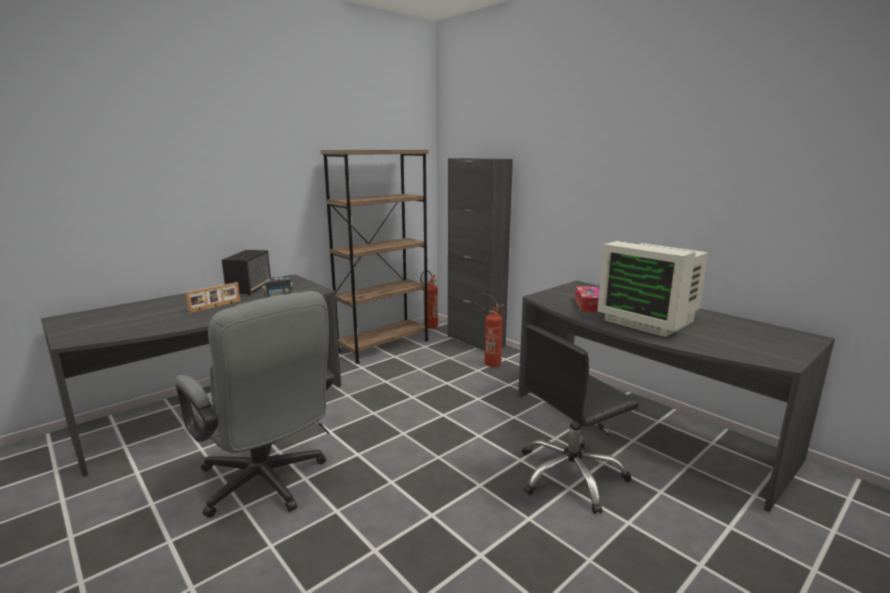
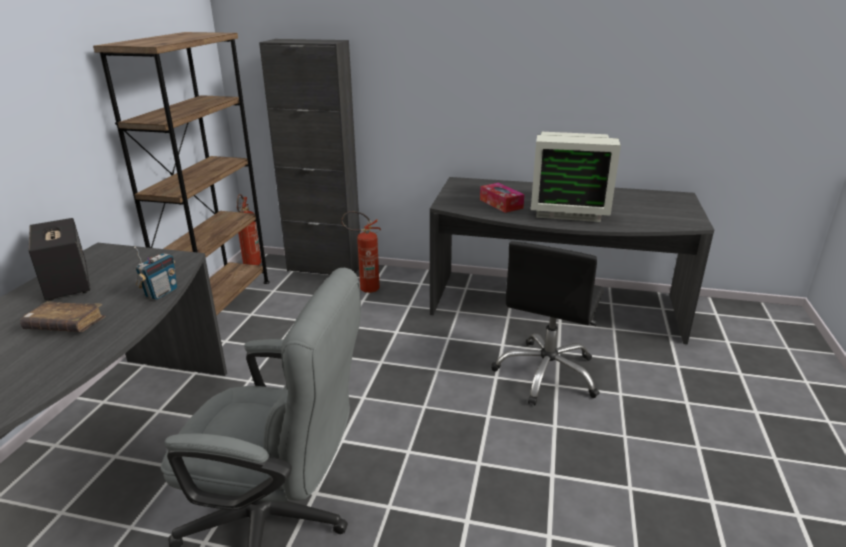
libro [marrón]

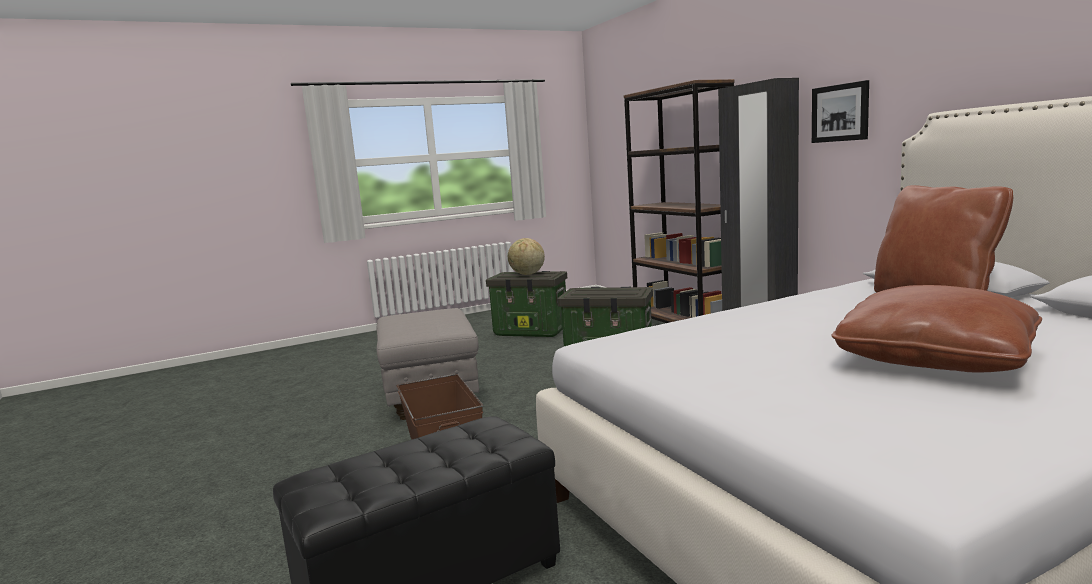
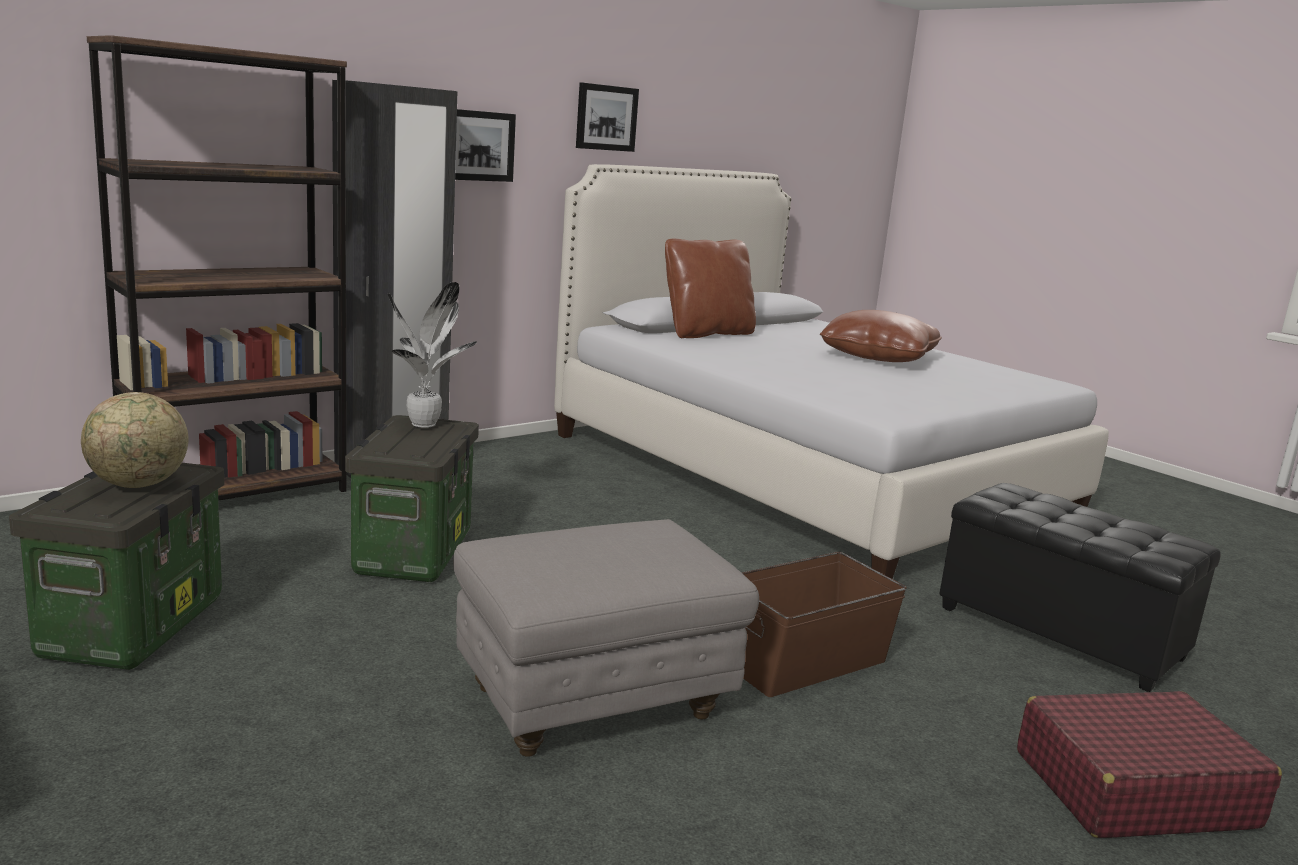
planta en maceta
cuadro (2nd from left)
maleta [rojo]

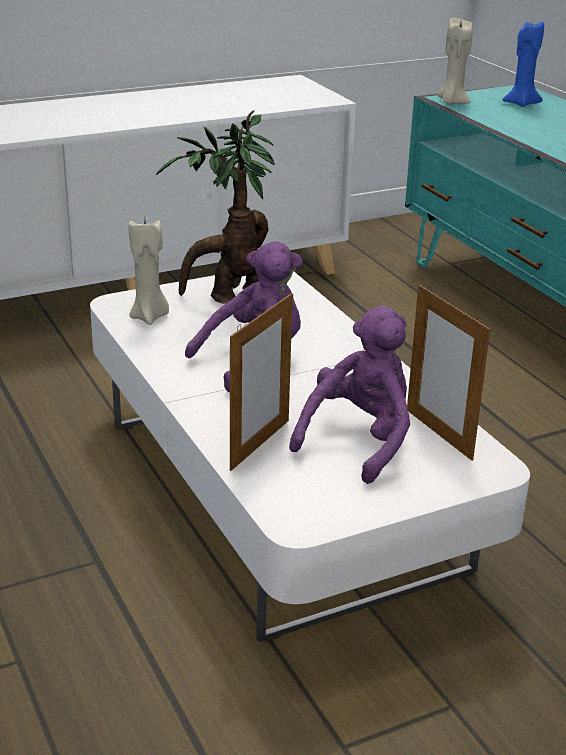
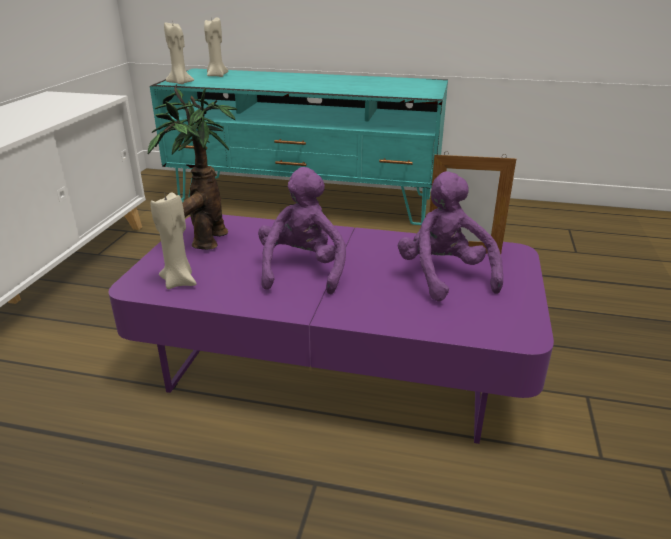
portarretratos (1st from left in the first image)
mesa de centro [morado]
vela [beis] (3rd from left)

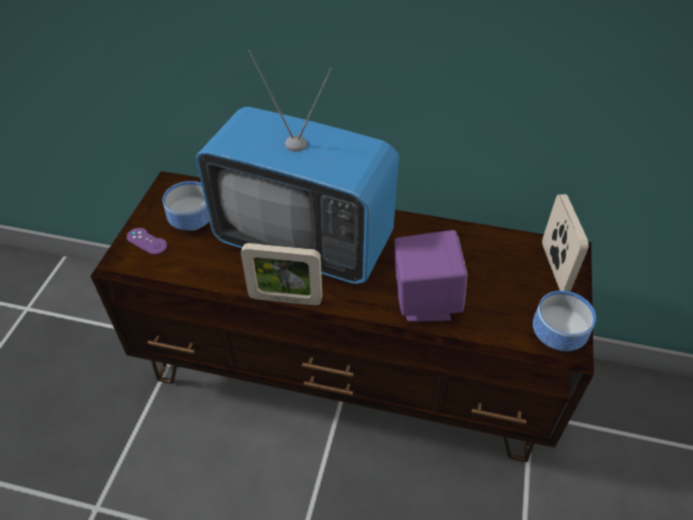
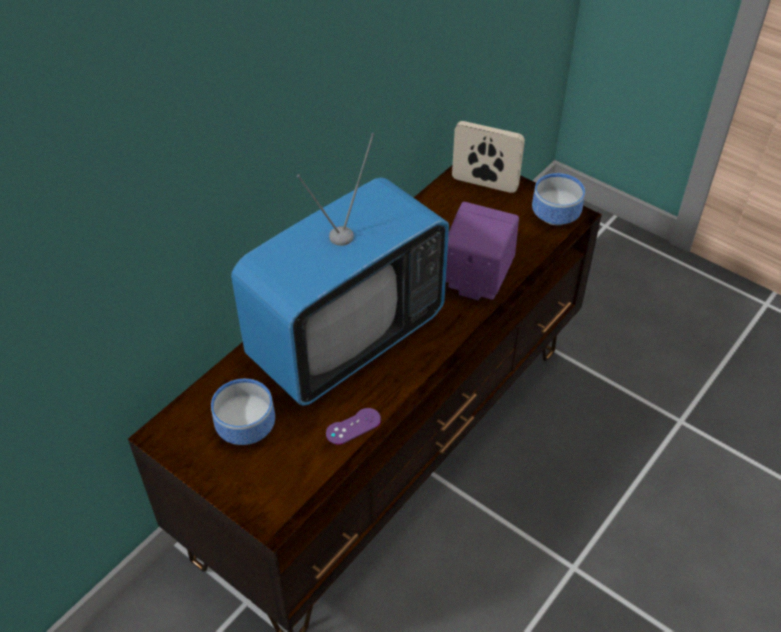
portarretratos (1st from left in the first image)
mando de consola [morado]

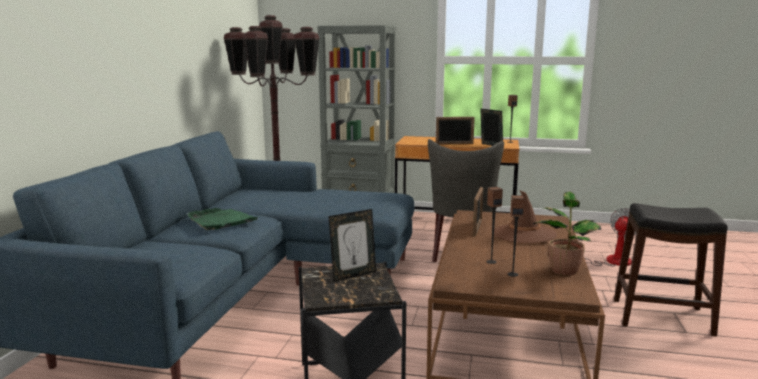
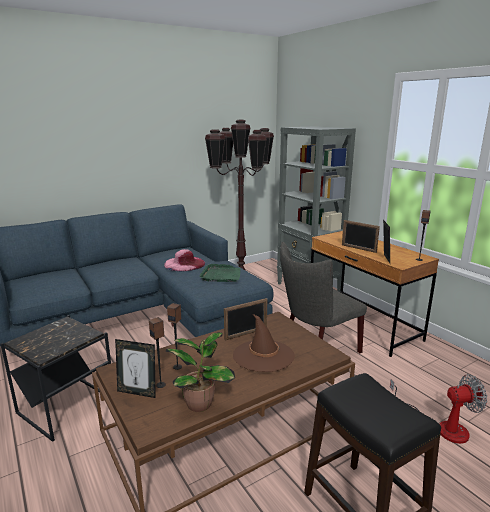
sombrero [rosa]
bandeja [verde]
portarretratos (1st from left)

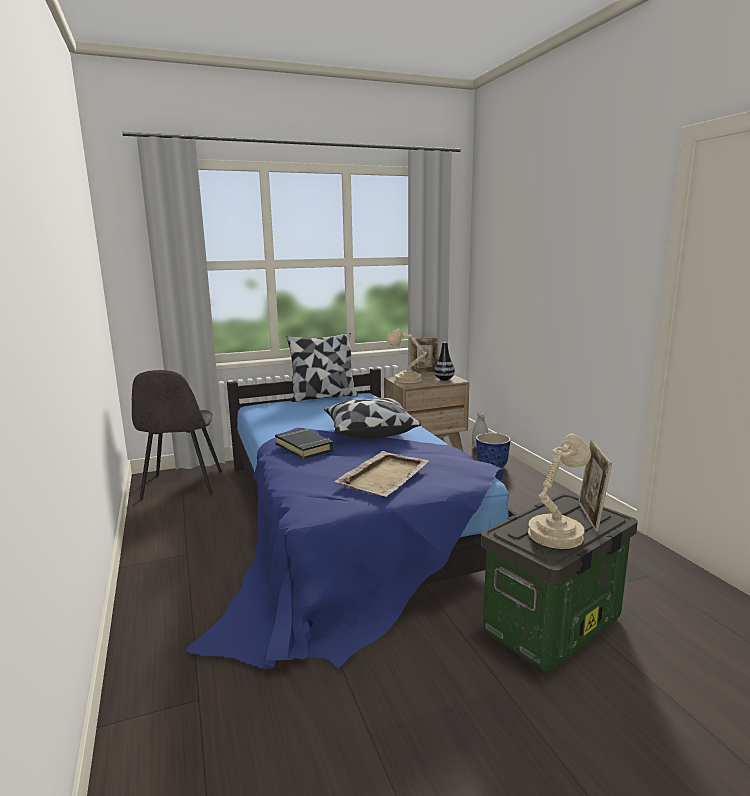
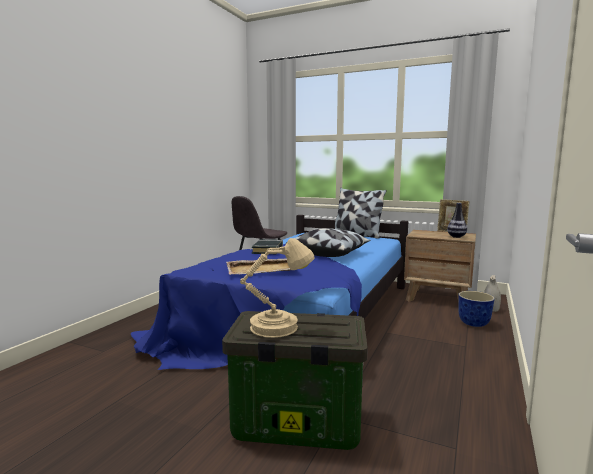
lámpara de mesa [beis] (1st from left in the first image)
portarretratos (2nd from left in the first image)

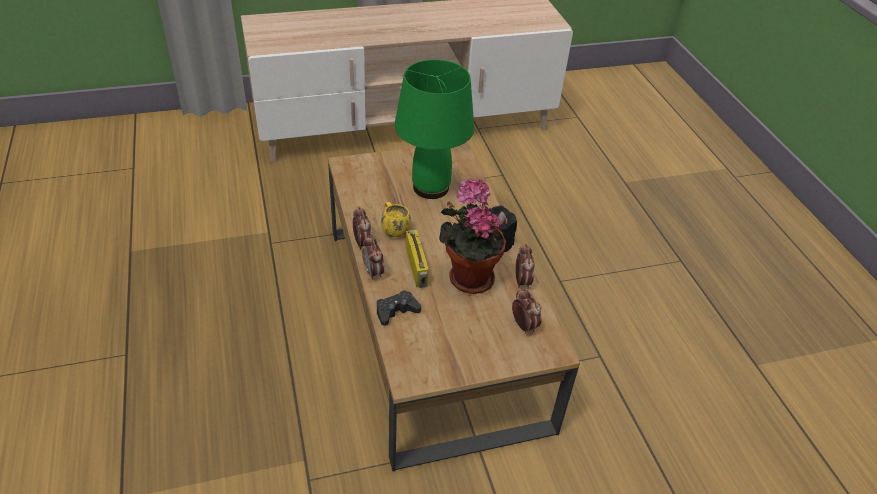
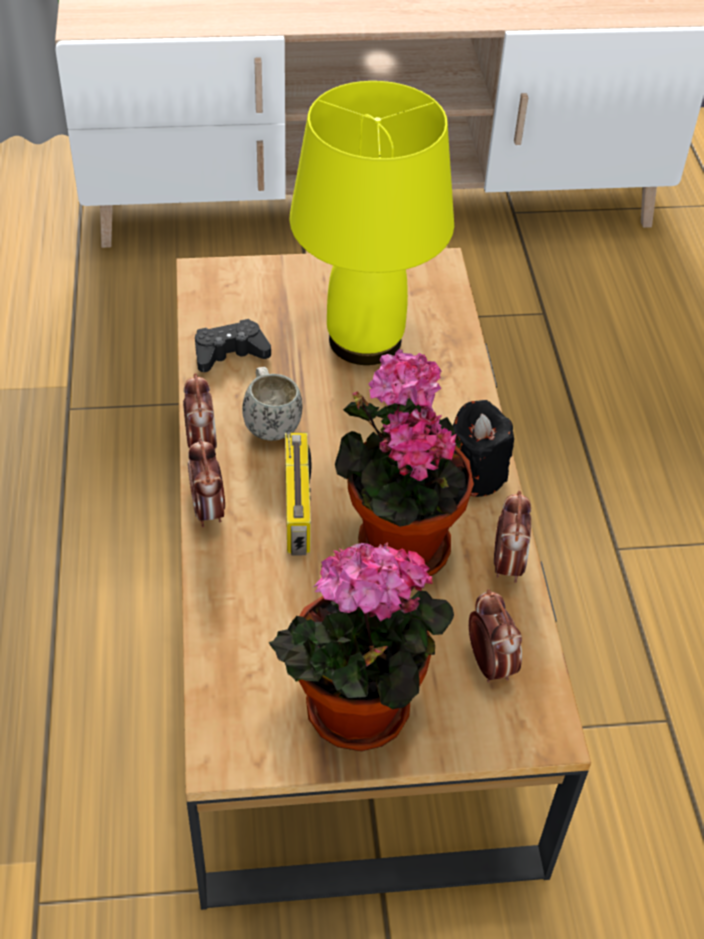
planta en maceta (1st from left)
mando de consola [negro]
taza grande [blanco]
lámpara de mesa [amarillo]

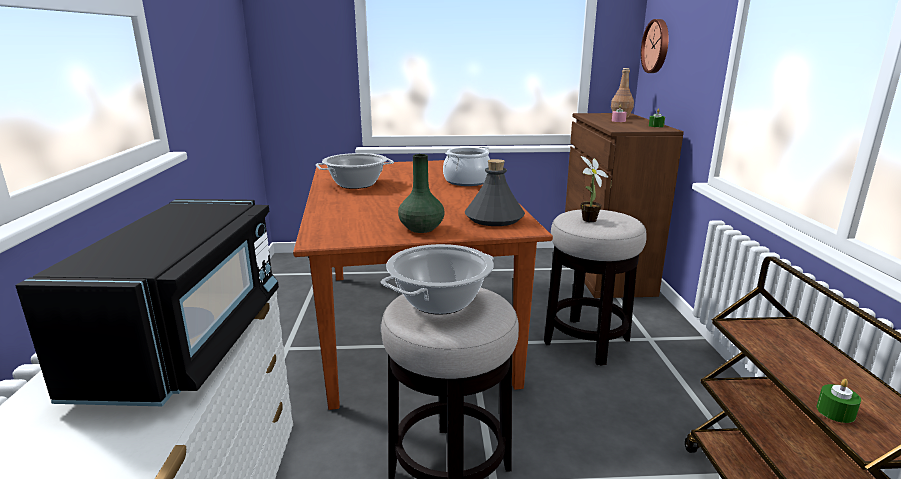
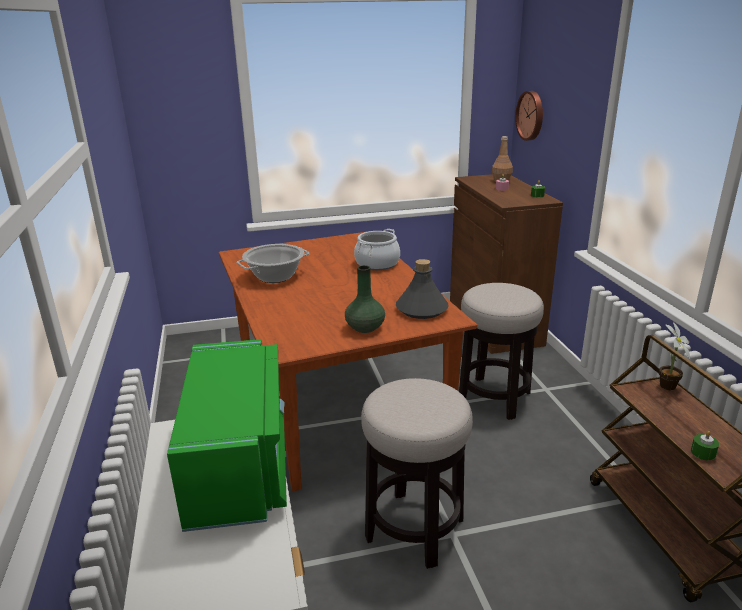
olla (2nd from left in the first image)
planta en maceta
microondas [verde]

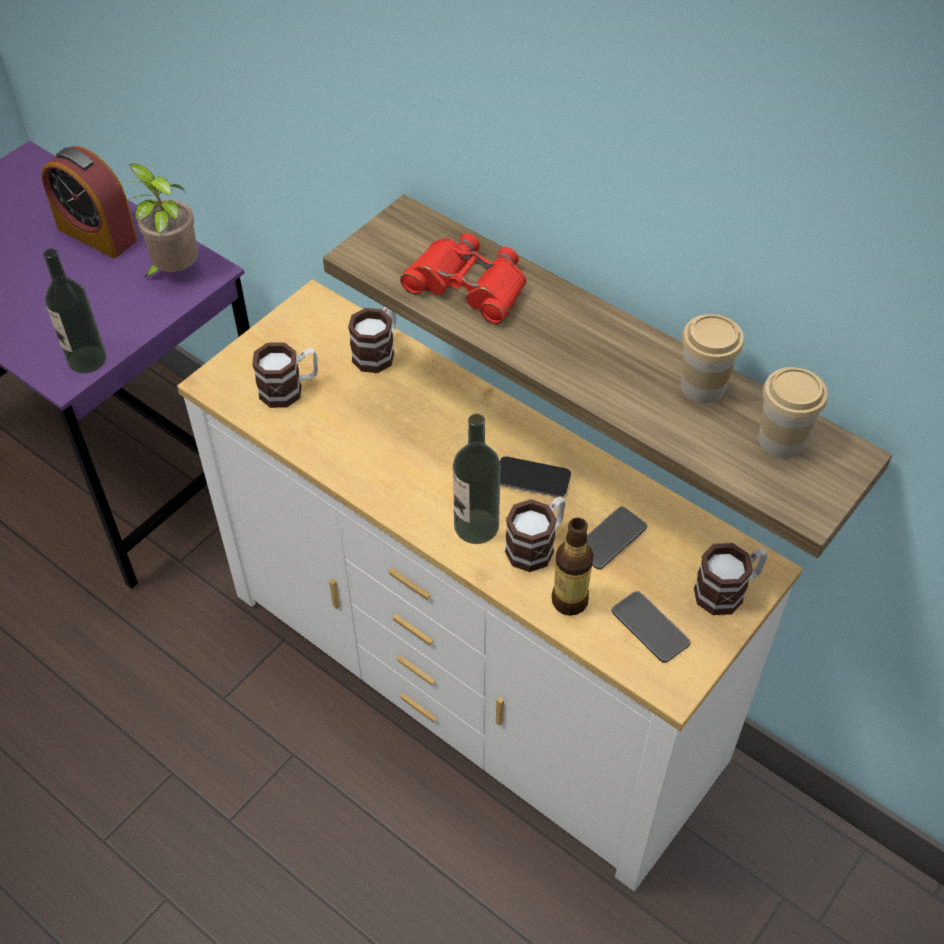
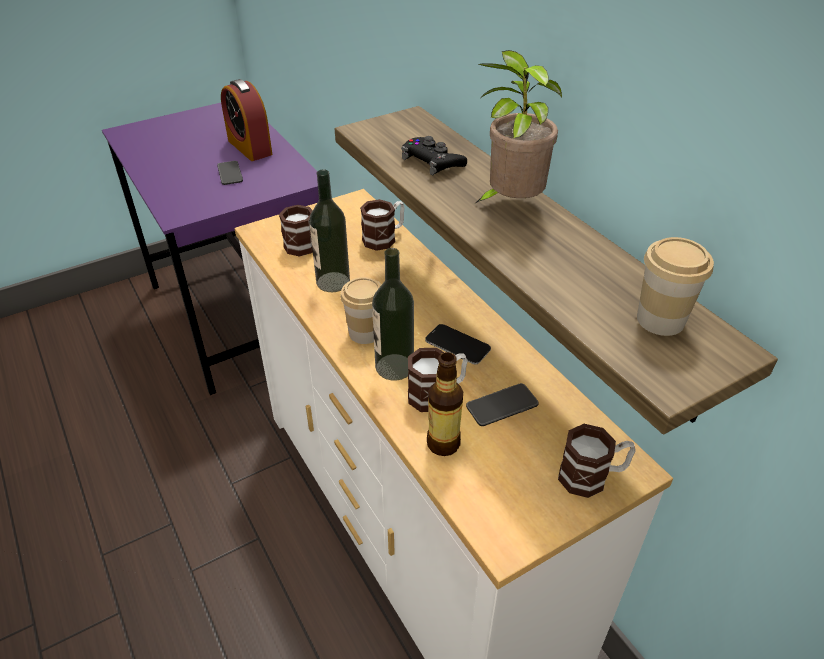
botella (1st from left)
planta en maceta
móvil (1st from left)
taza (1st from left)
mando de consola [negro]

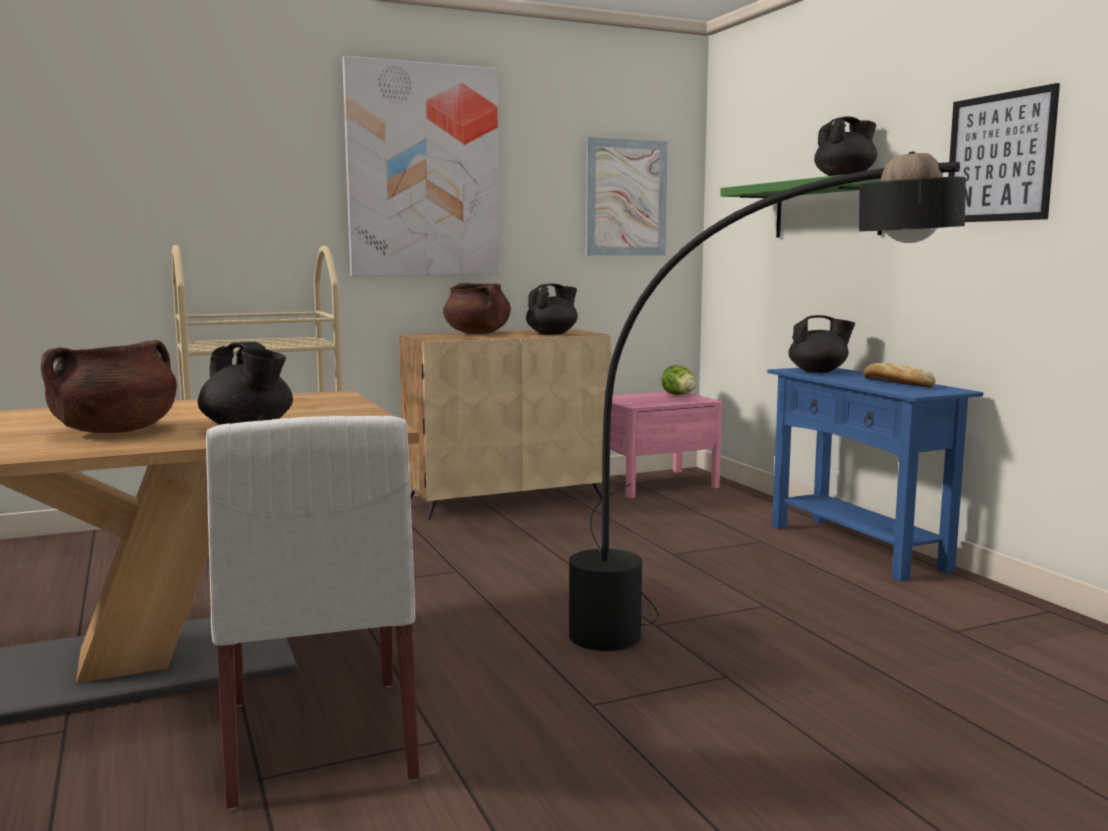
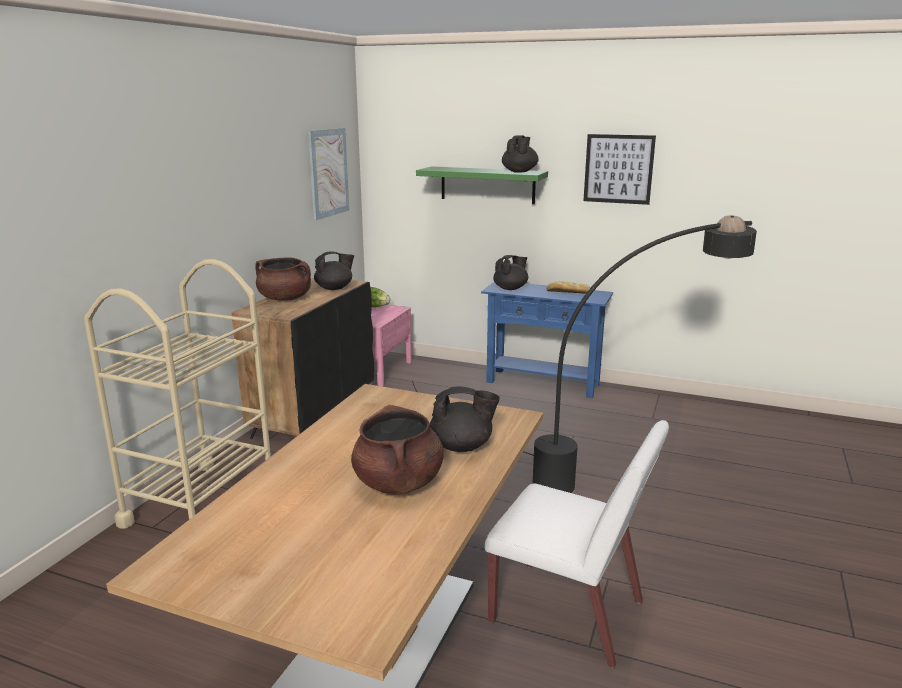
cuadro (1st from left in the first image)
armario [negro]
tetera [negro] (1st from left)

